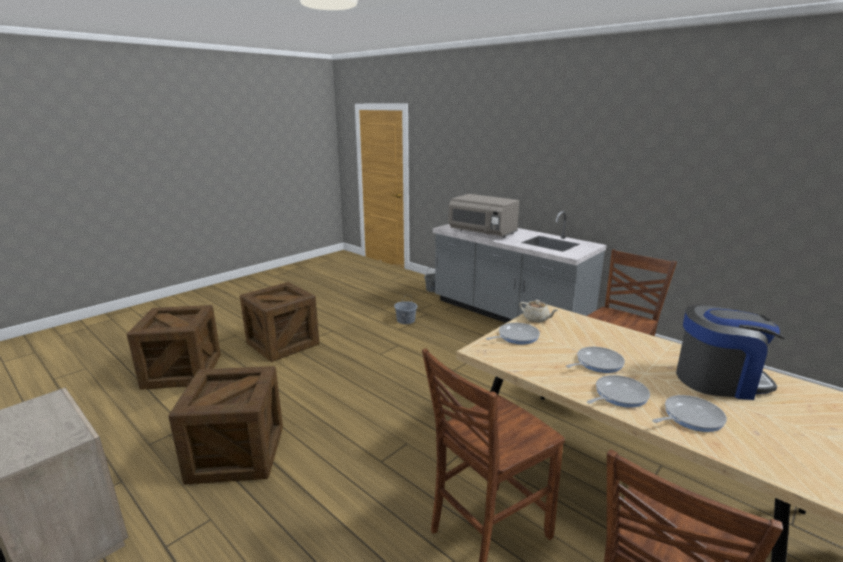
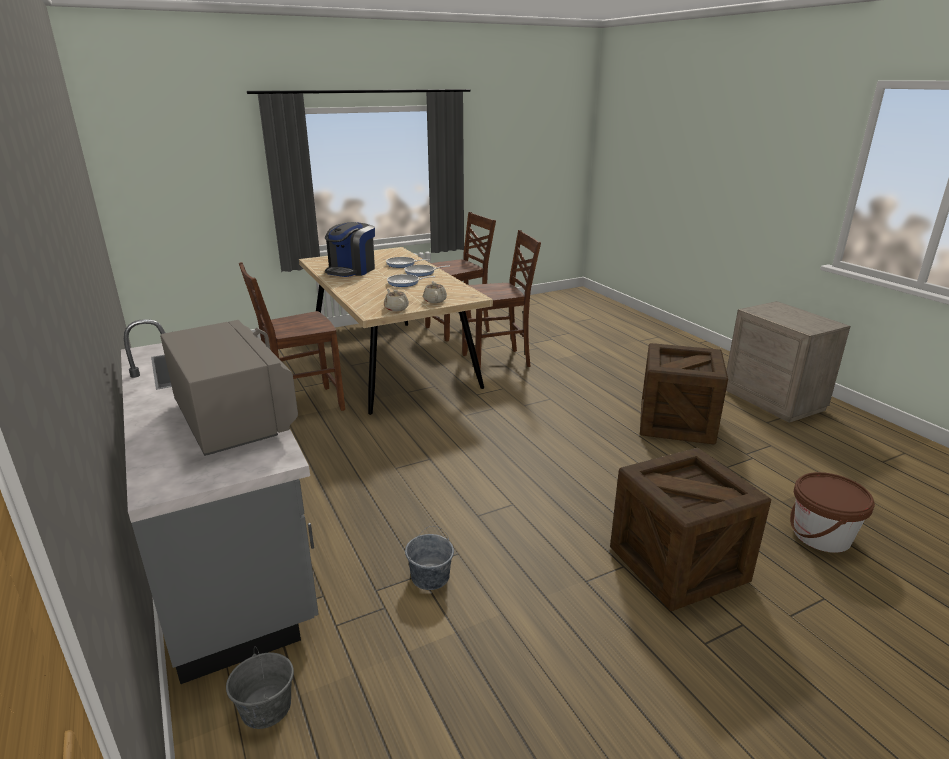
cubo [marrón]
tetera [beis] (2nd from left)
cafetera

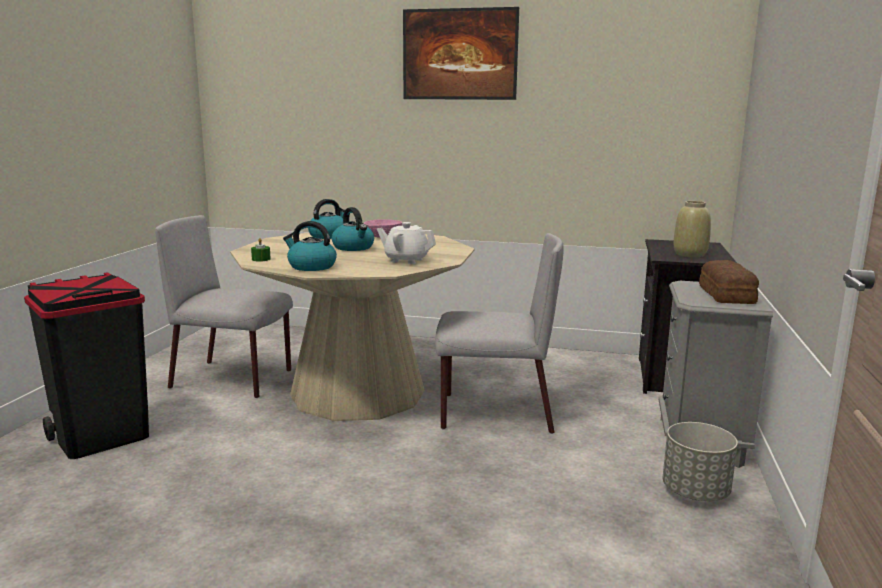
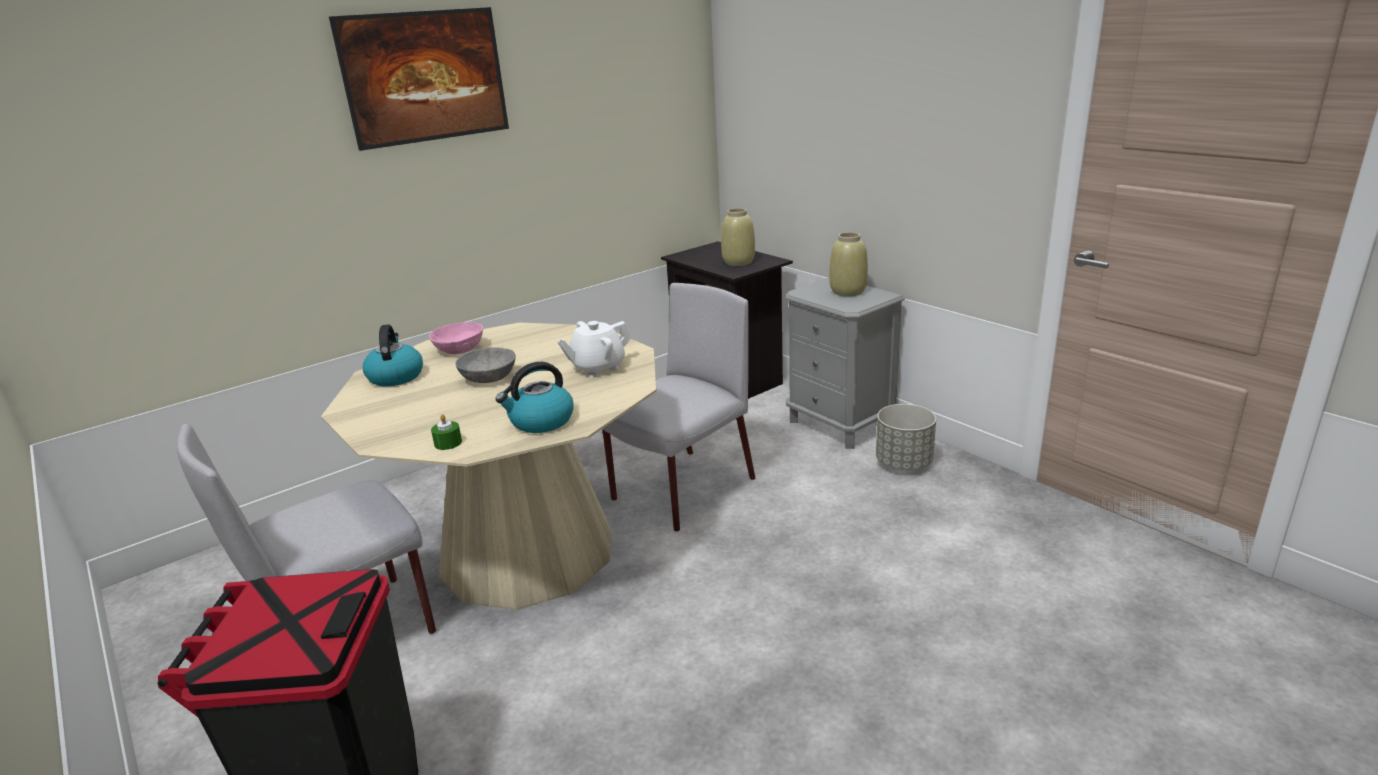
cuenco [gris]
florero [beis] (2nd from left)

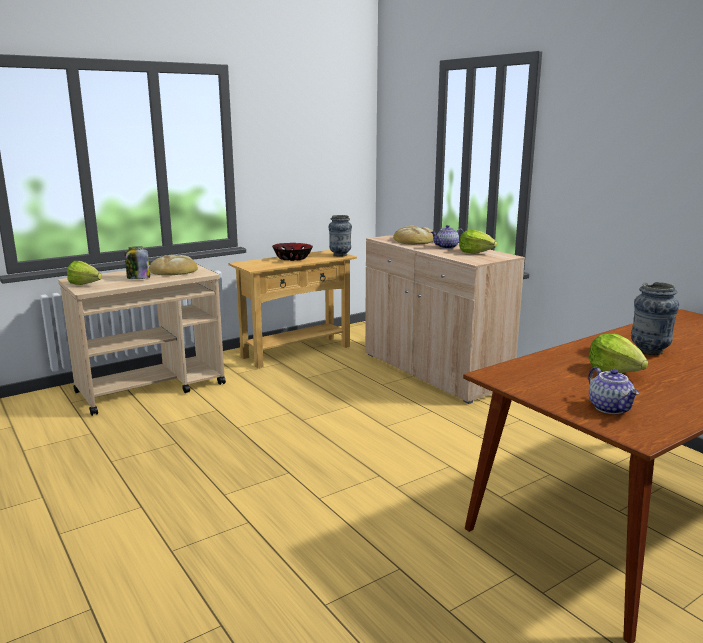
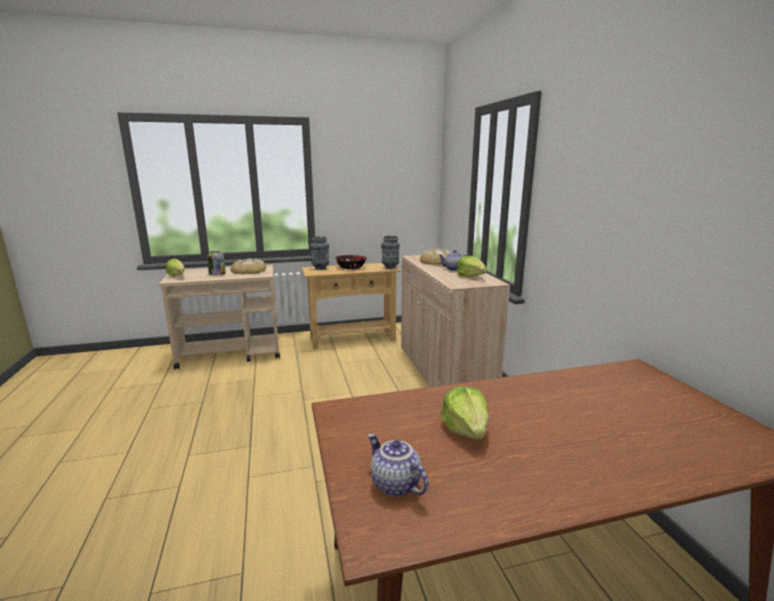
florero (1st from left)
tetera (1st from left)

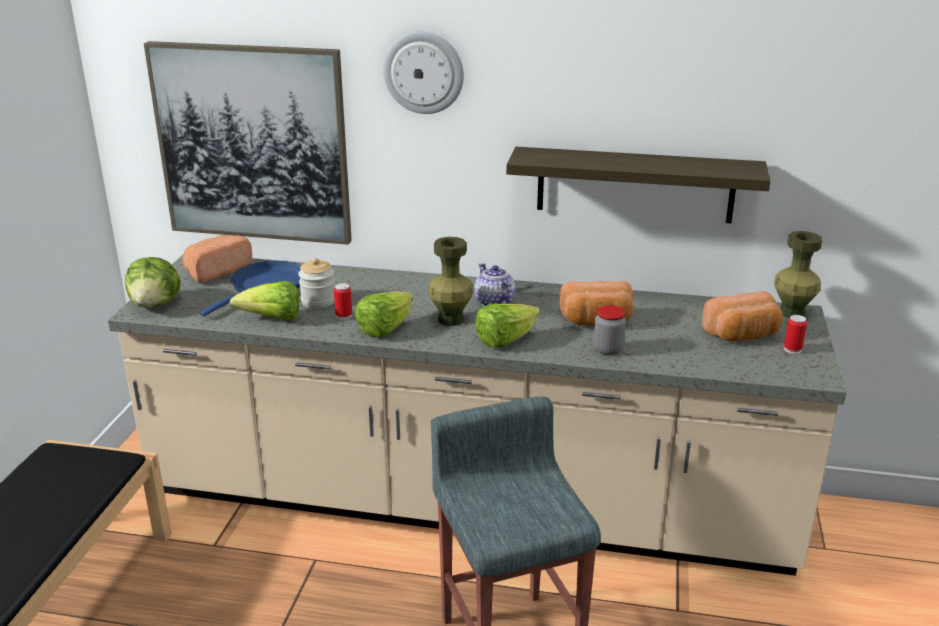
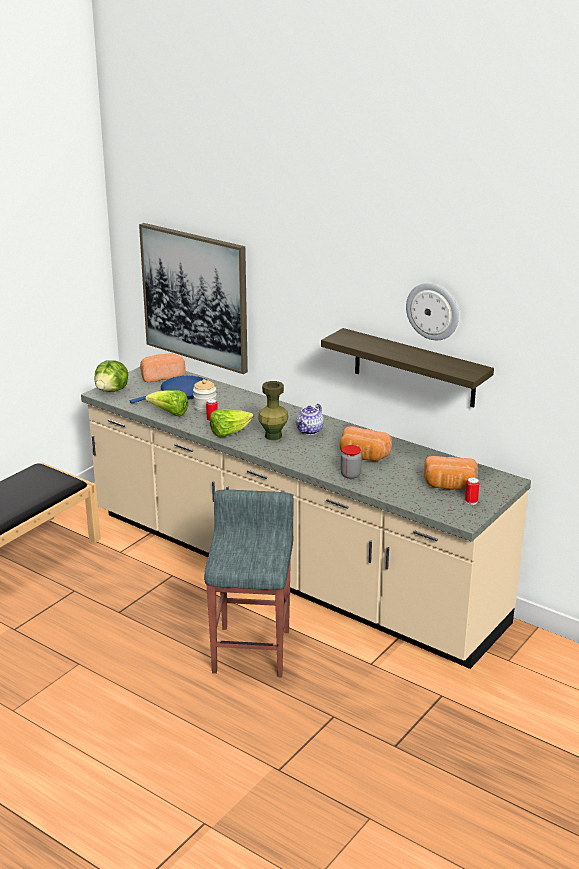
lechuga (4th from left in the first image)
florero [verde] (2nd from left in the first image)
reloj de pared
tetera

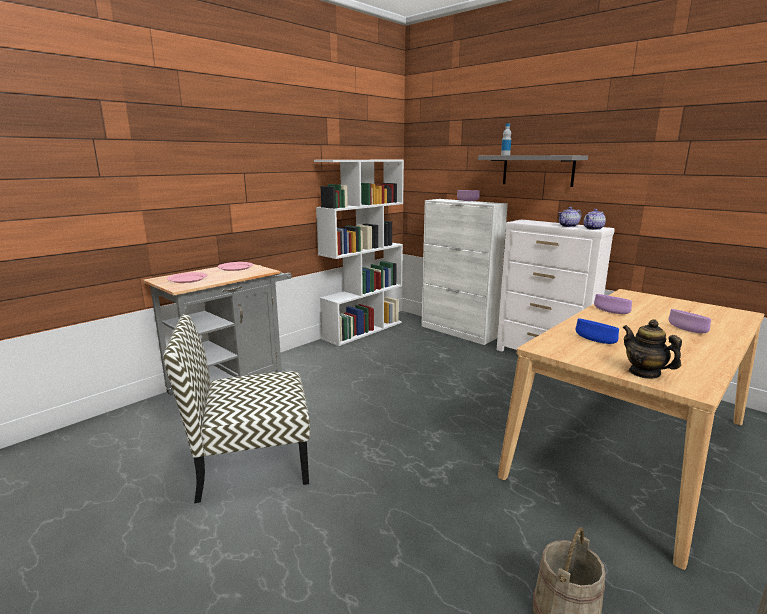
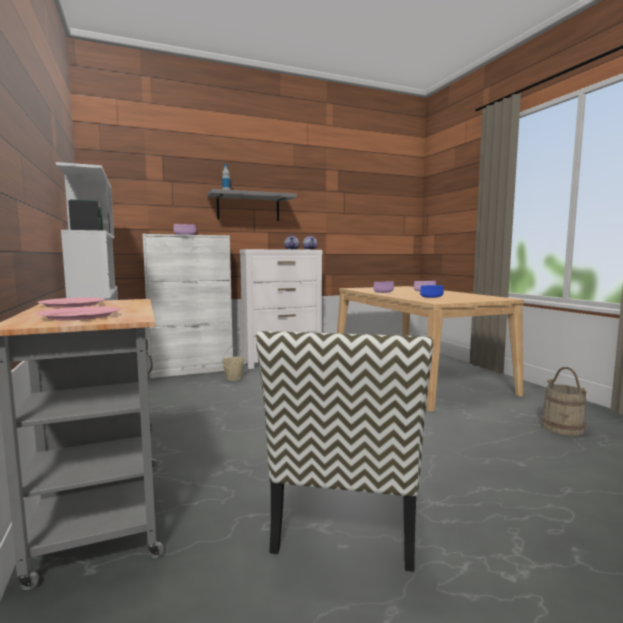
tetera (3rd from left in the first image)
cubo [beis] (1st from left)

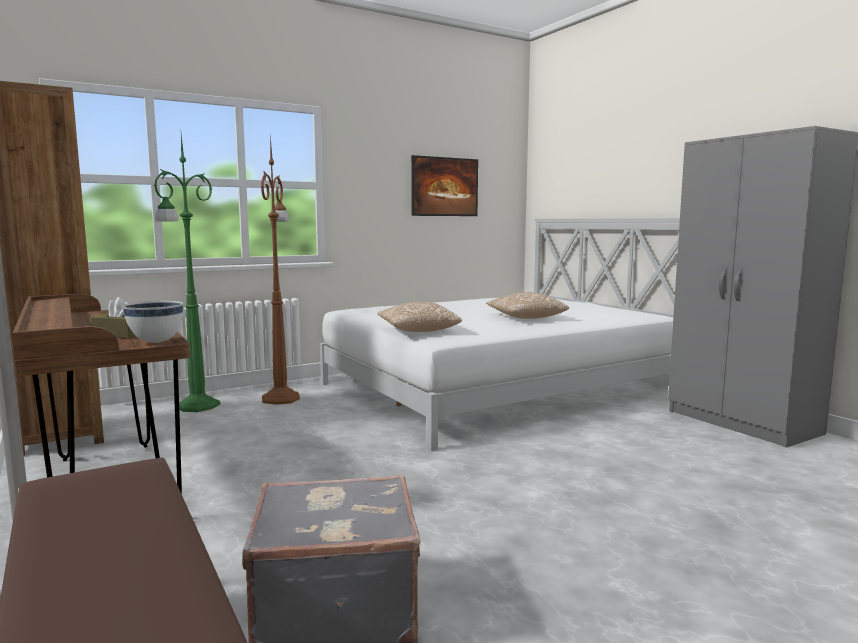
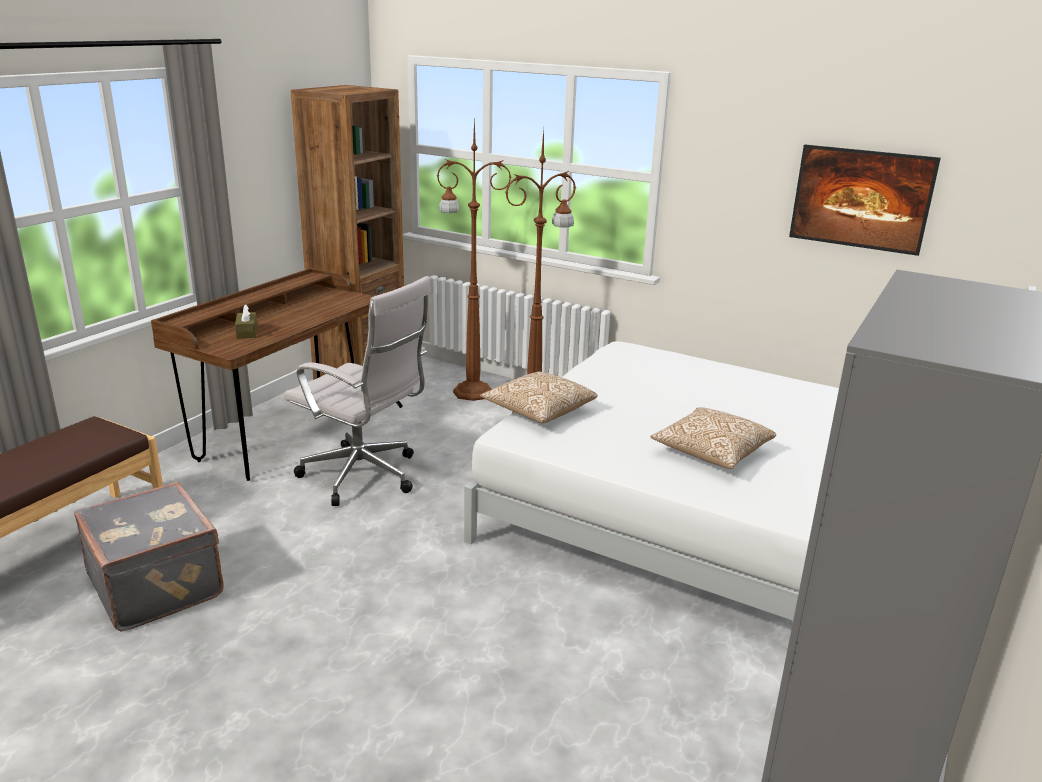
cuenco [blanco]
silla de oficina [blanco]
lámpara de pie [marrón] (1st from left)

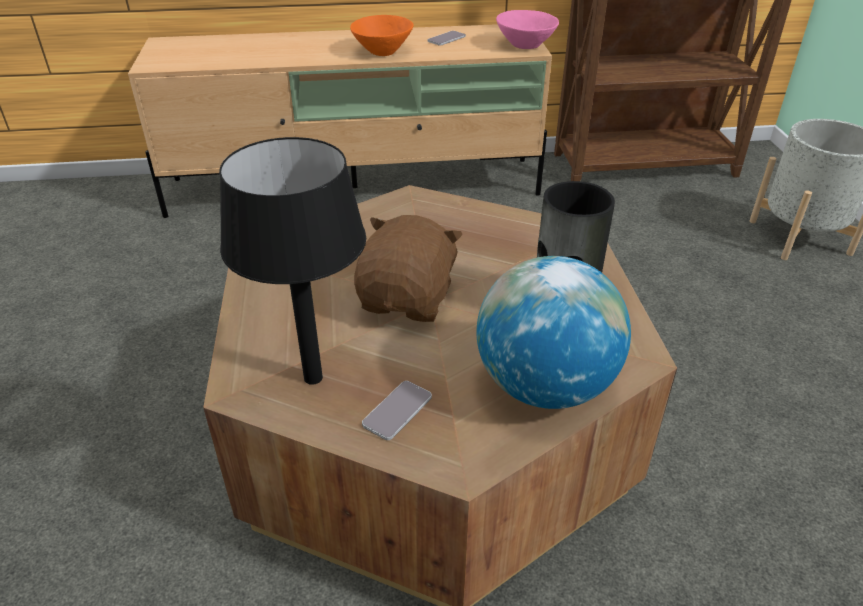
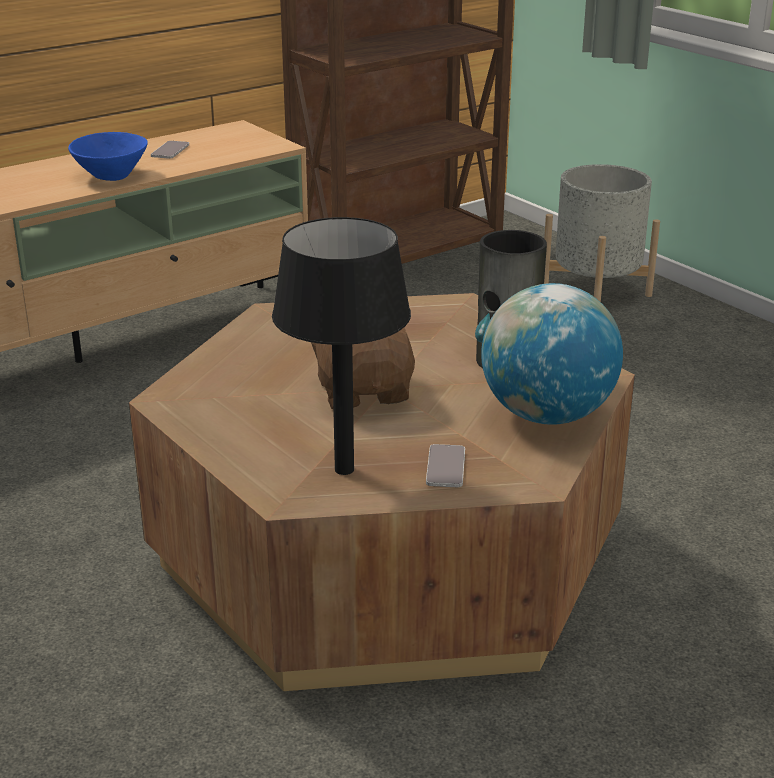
cuenco [rosa]
cuenco [azul]

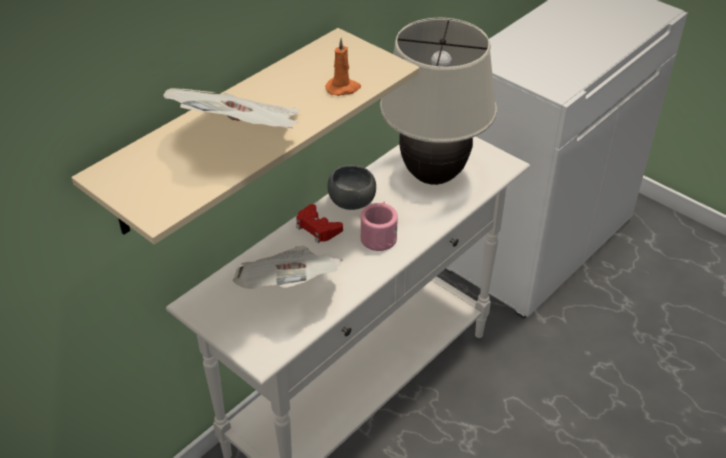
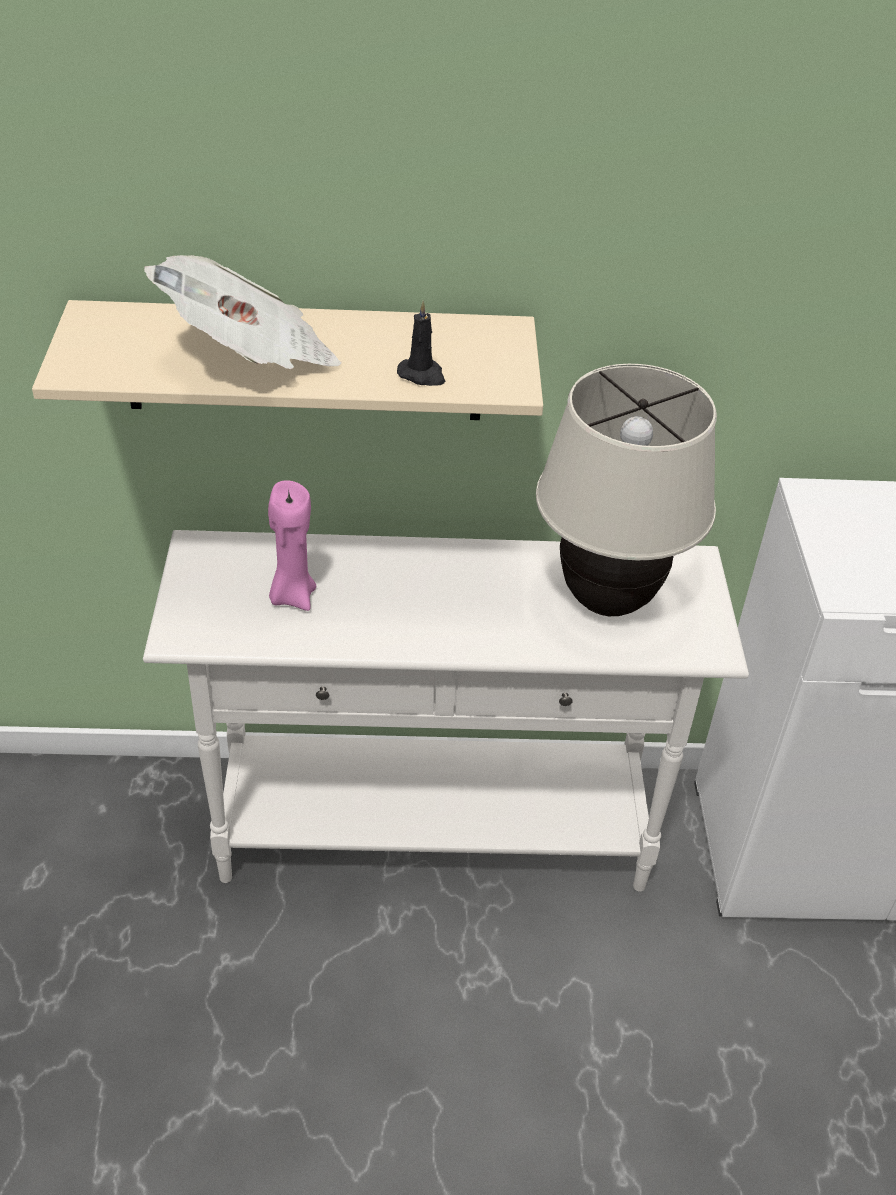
mando de consola [rojo]
cuenco [gris]
taza grande [rosa]
vela [rosa]
vela [negro]

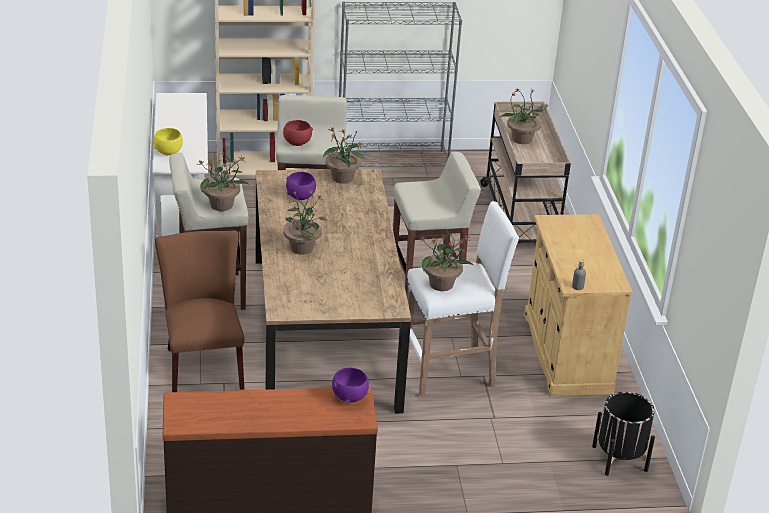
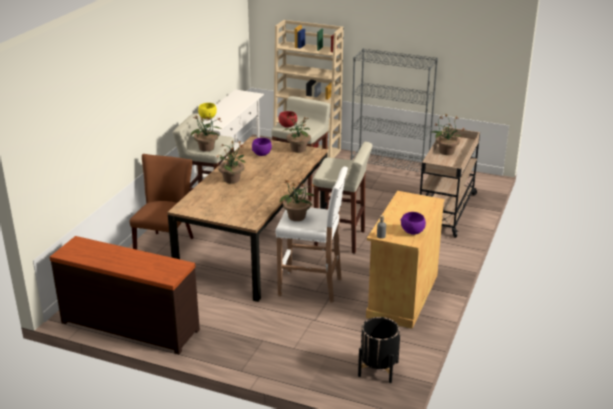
cuenco [morado] (2nd from left)

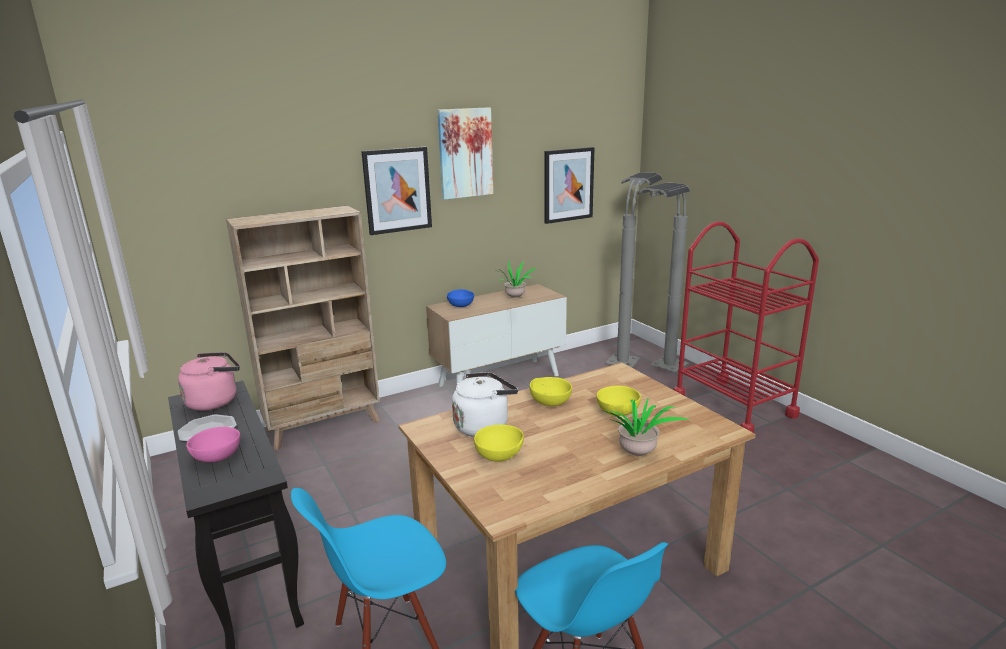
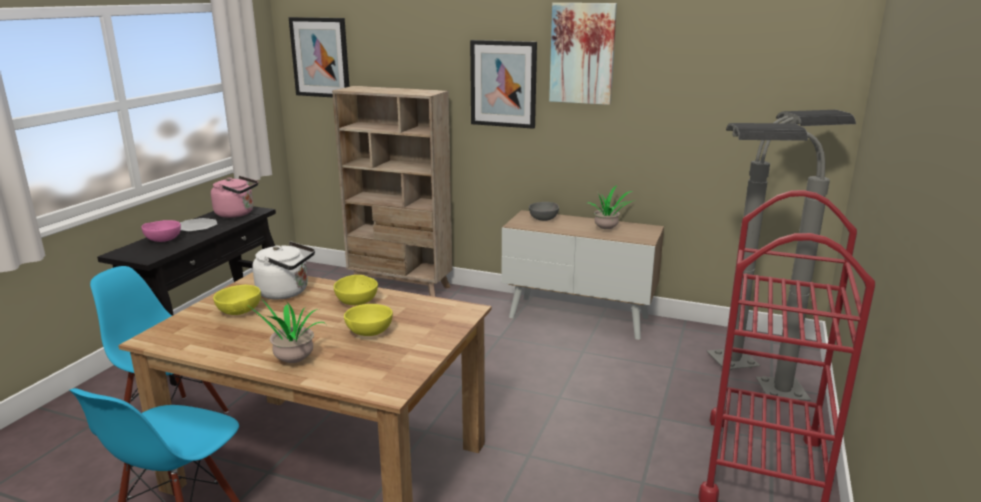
cuadro (1st from left)
cuenco [gris]

